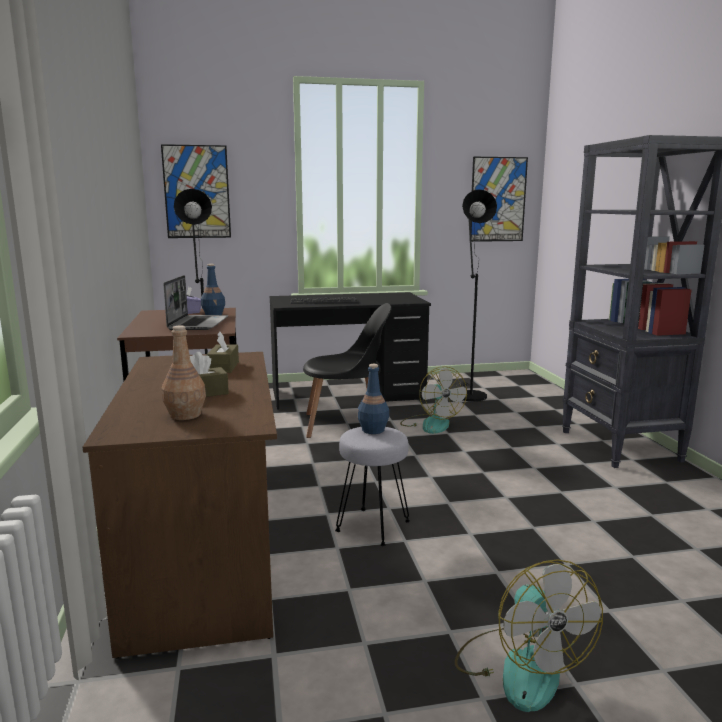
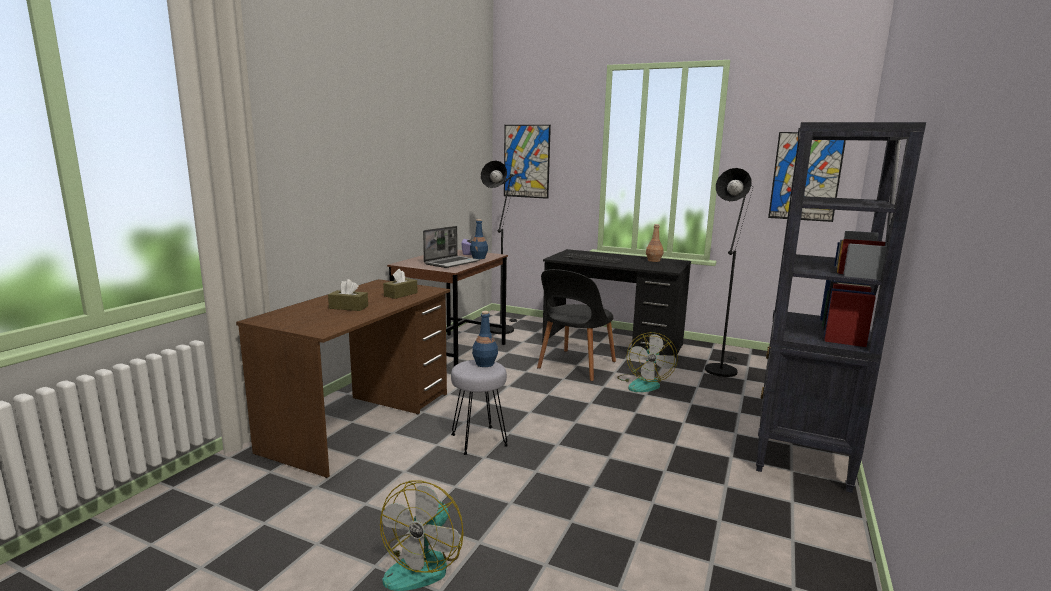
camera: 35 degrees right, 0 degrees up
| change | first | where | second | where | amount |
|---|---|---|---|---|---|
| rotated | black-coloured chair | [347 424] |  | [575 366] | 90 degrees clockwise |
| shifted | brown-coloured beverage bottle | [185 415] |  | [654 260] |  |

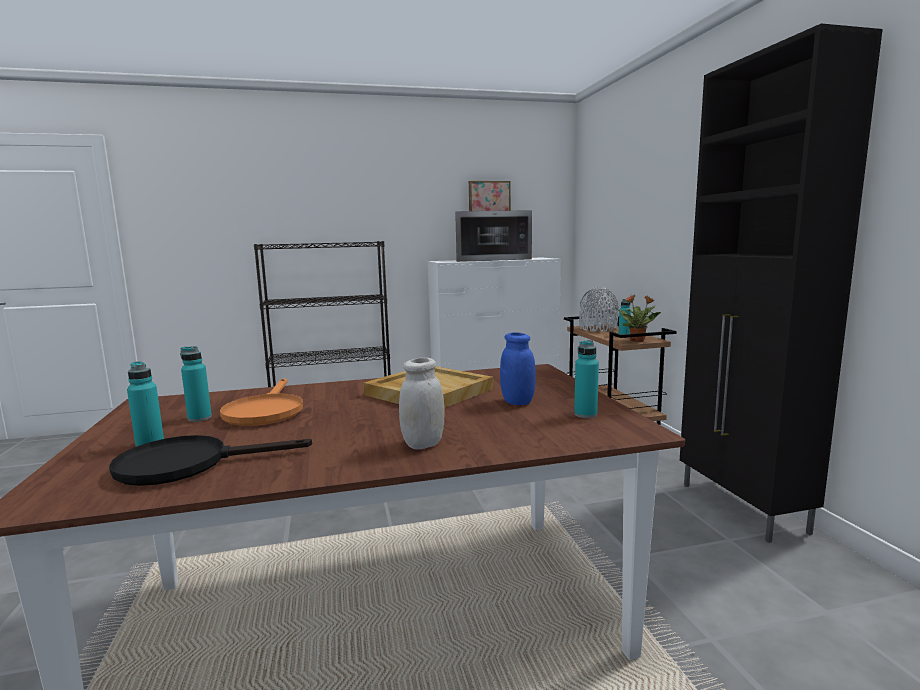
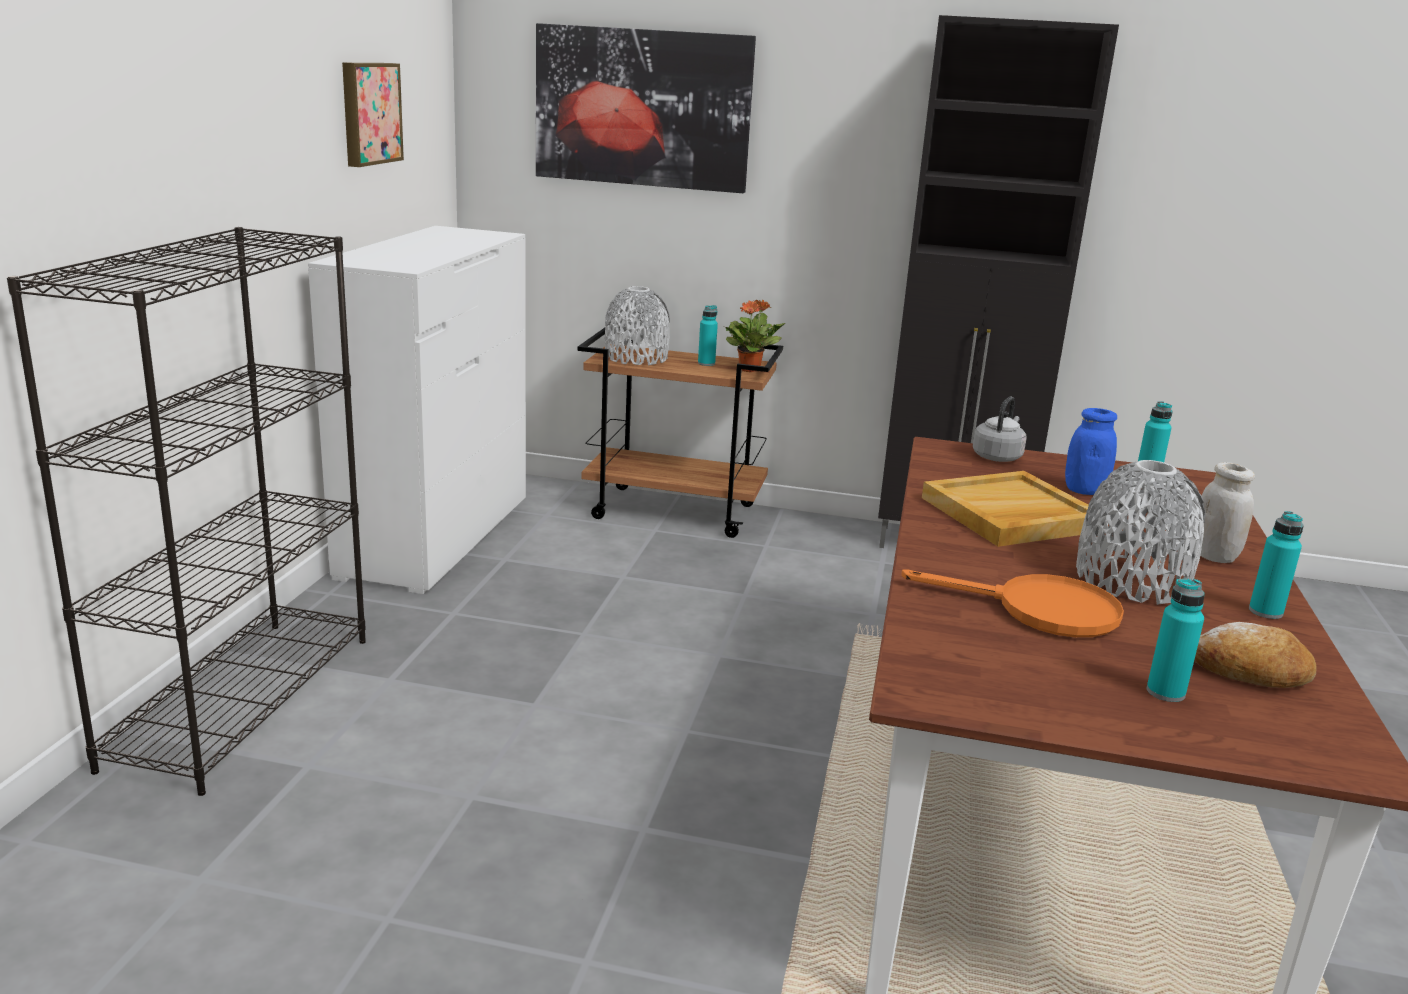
camera: 65 degrees left, 10 degrees up
| change | first | where | second | where | amount |
|---|---|---|---|---|---|
| gone | kitchen microwave | [490 259] |  |  |  |
| shifted | blue-green beverage bottle | [199 418] |  | [1265 612] |  |
| swapped | black-coloured skillet | [188 464] | baked bread | [1248 671] |  |
| new |  |  | picture | [642 108] |  |
| new |  |  | grey water kettle | [998 457] |  |
| new |  |  | grey flower vase | [1131 580] |  |

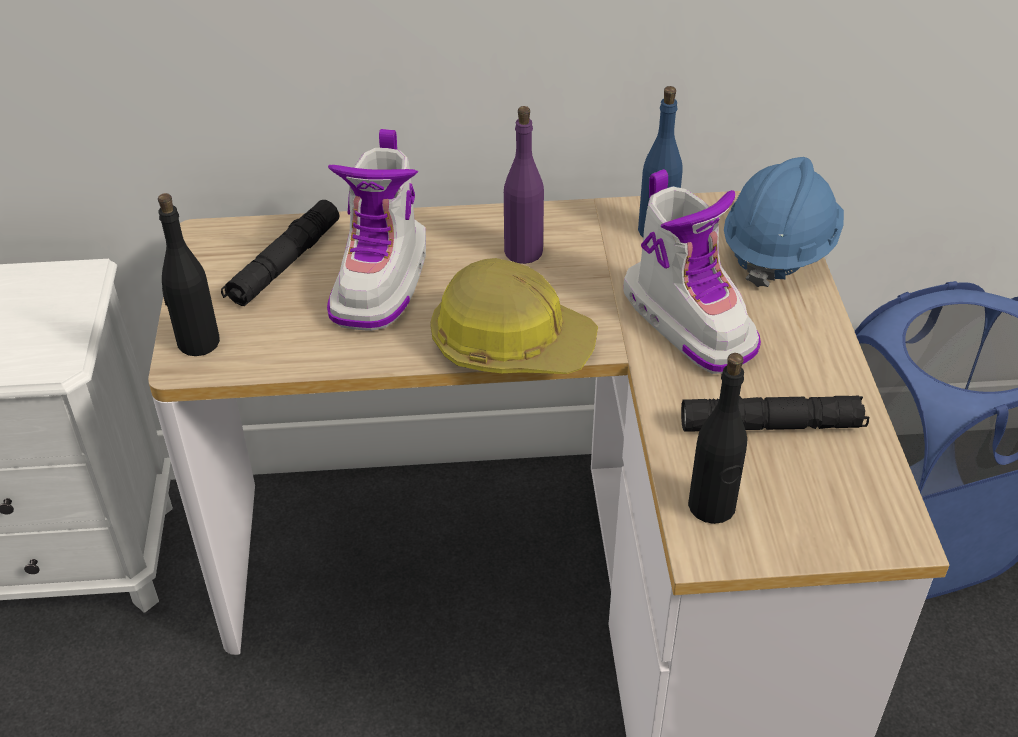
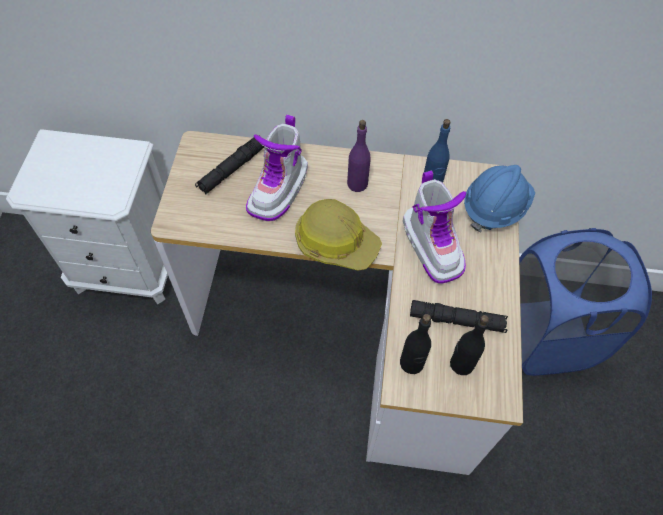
camera: 10 degrees right, 15 degrees up
| change | first | where | second | where | amount |
|---|---|---|---|---|---|
| shifted | black-coloured beverage bottle | [198 342] |  | [461 364] |  |

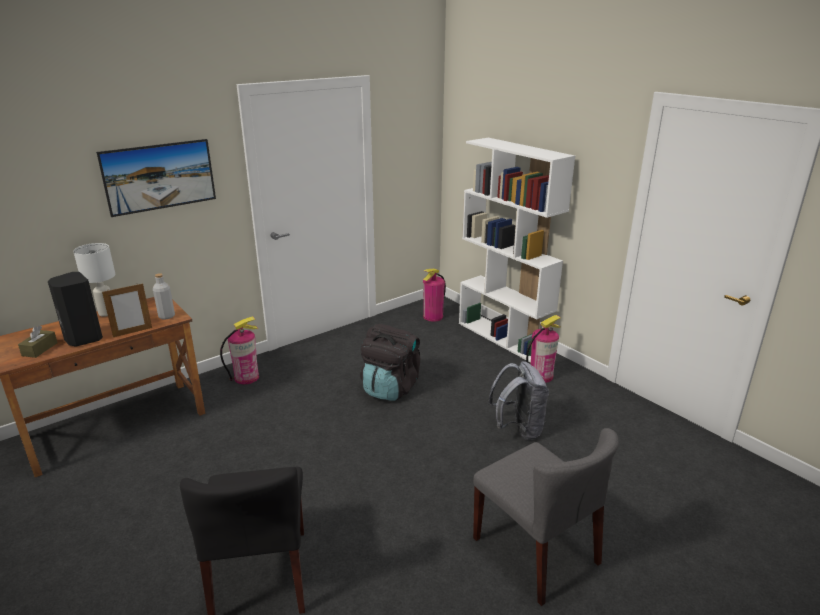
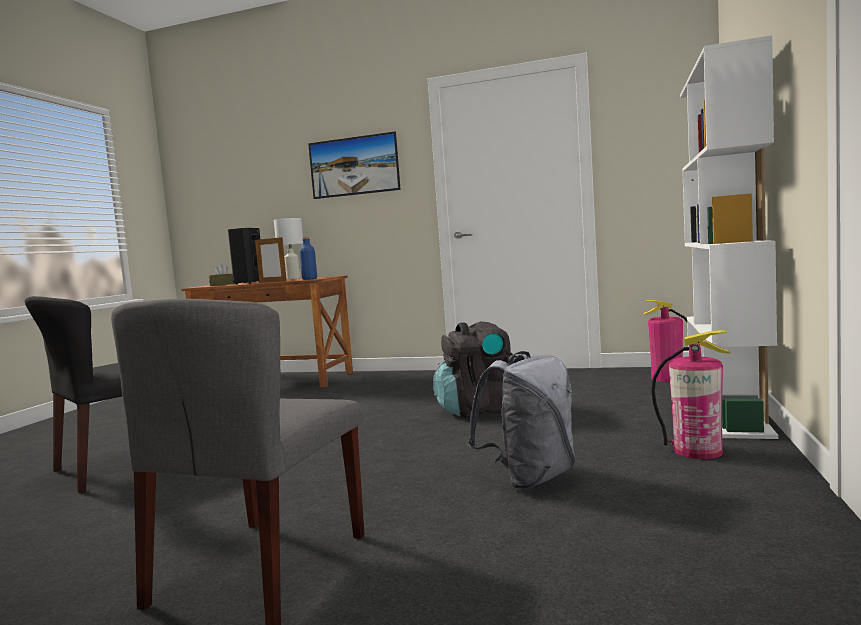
camera: 55 degrees right, 20 degrees down
| change | first | where | second | where | amount |
|---|---|---|---|---|---|
| repainted | grey beverage bottle | [166 316] | bluish beverage bottle | [309 279] |  |
| gone | extinguisher | [246 377] |  |  |  |

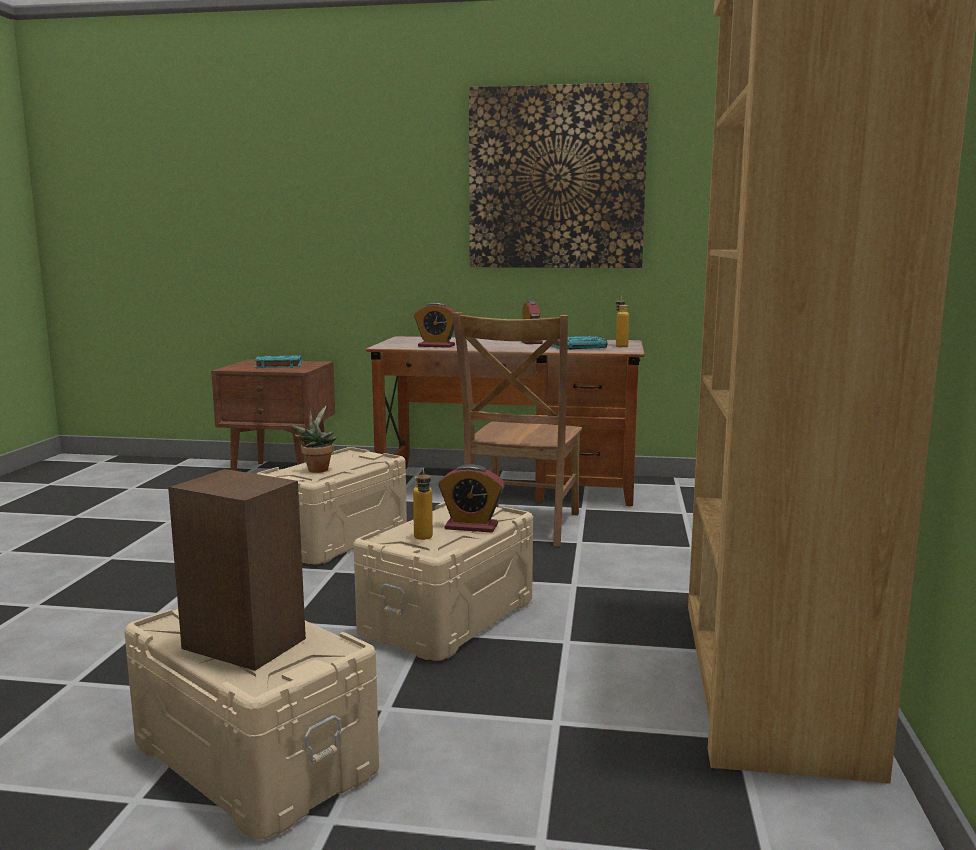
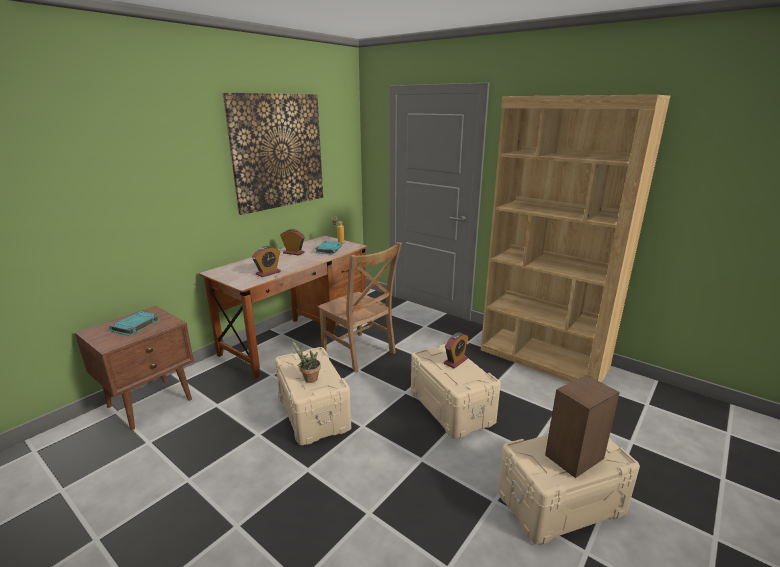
camera: 60 degrees left, 10 degrees up
| change | first | where | second | where | amount |
|---|---|---|---|---|---|
| gone | beverage bottle | [423 539] |  |  |  |

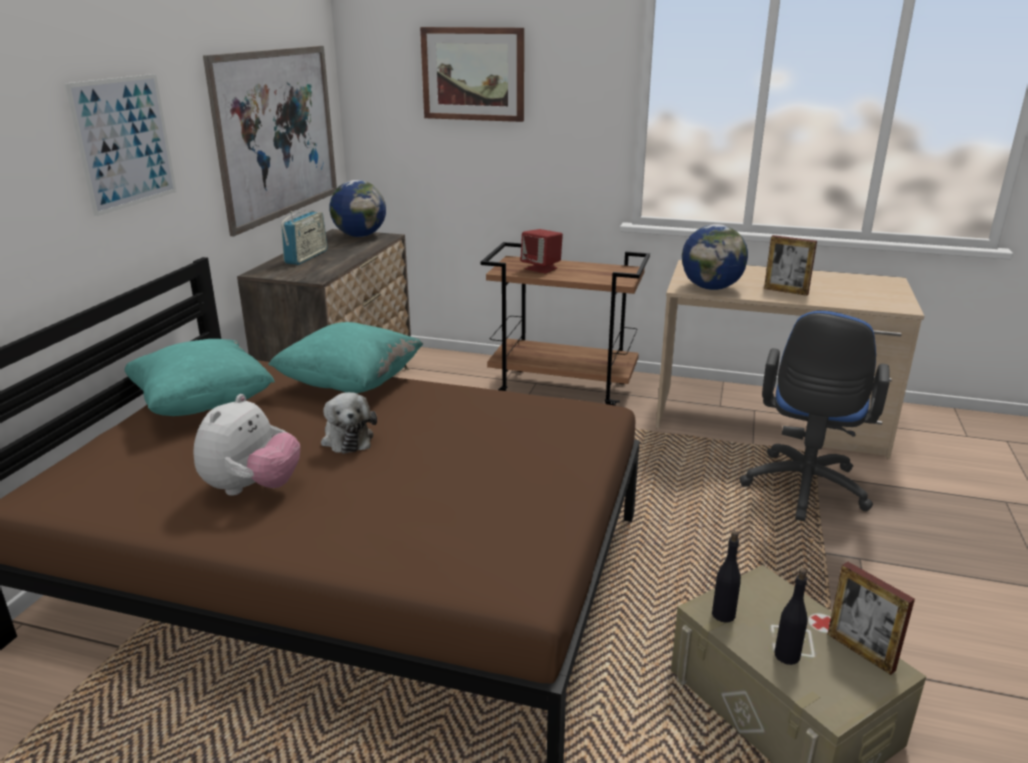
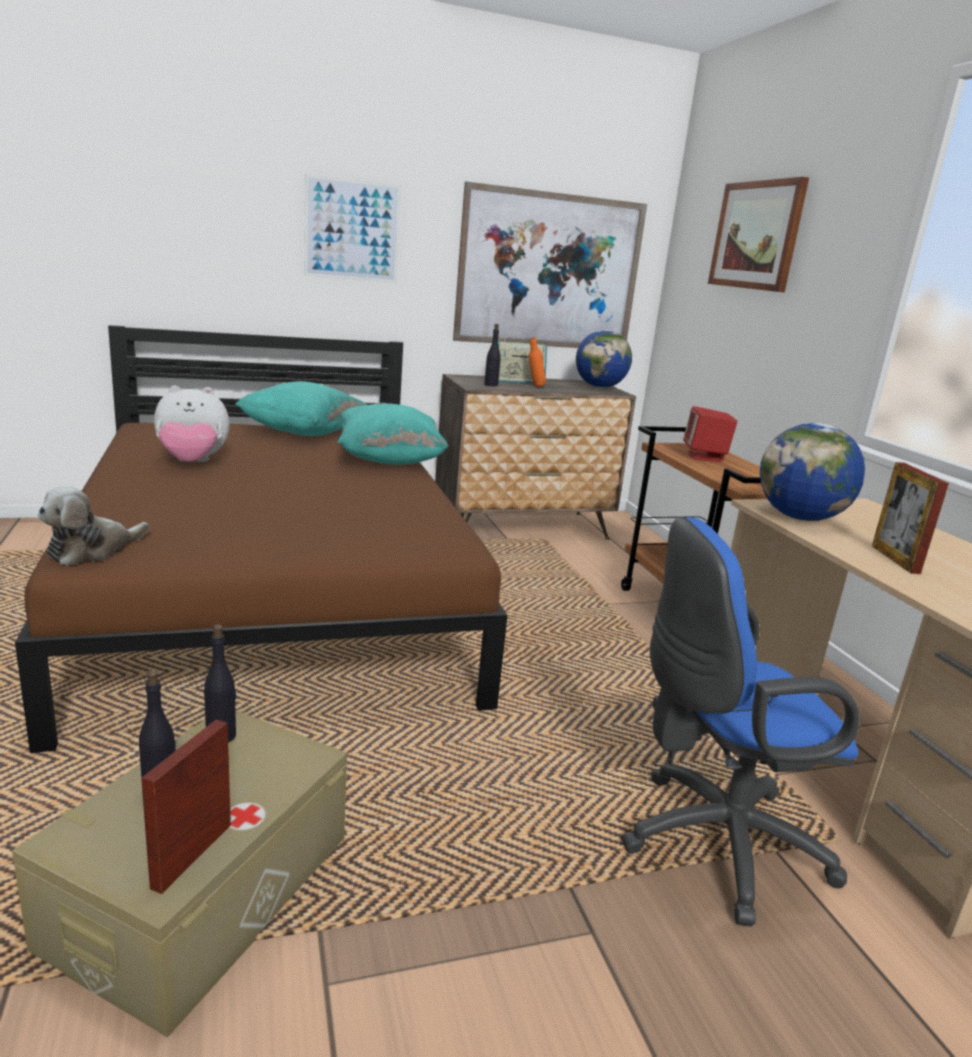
camera: 55 degrees right, 5 degrees down
| change | first | where | second | where | amount |
|---|---|---|---|---|---|
| shifted | plush toy | [347 438] |  | [92 550] |  |
| new |  |  | black-coloured beverage bottle | [491 385] |  |
| new |  |  | orange beverage bottle | [534 386] |  |

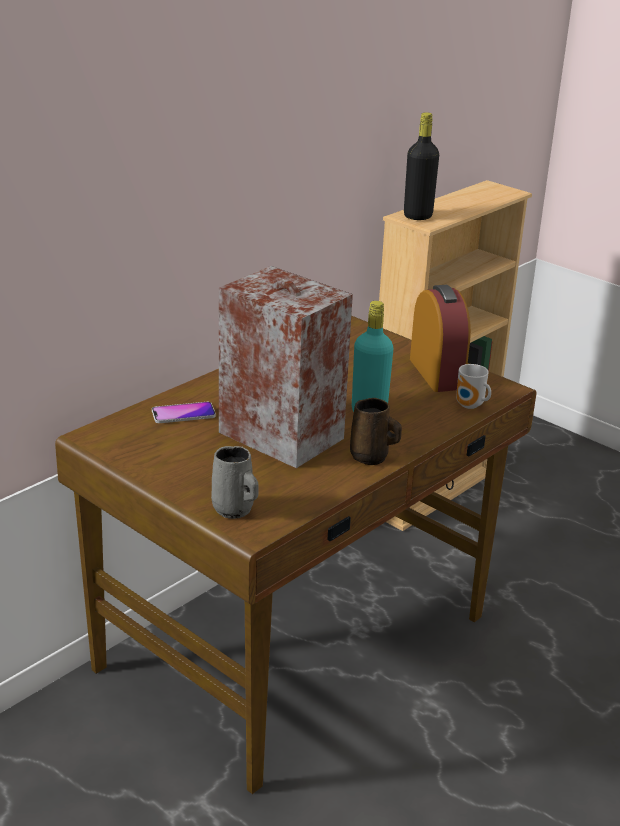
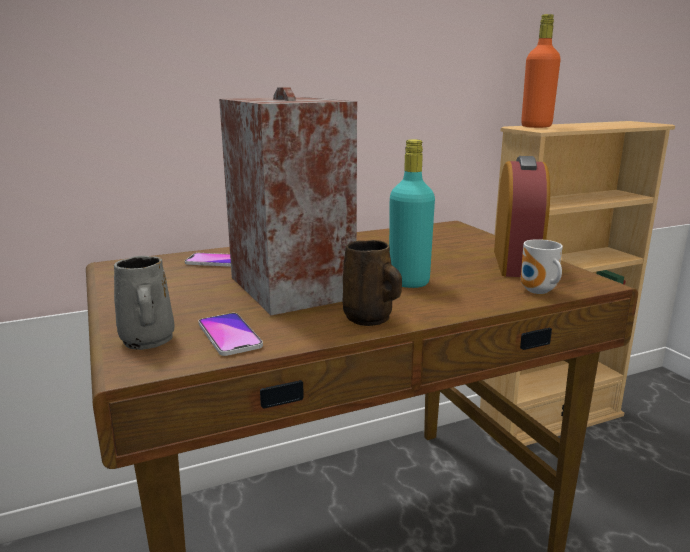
camera: 25 degrees right, 10 degrees down
| change | first | where | second | where | amount |
|---|---|---|---|---|---|
| repainted | black-coloured beverage bottle | [418 216] | orange beverage bottle | [536 126] |  |
| new |  |  | handset | [229 335] |  |

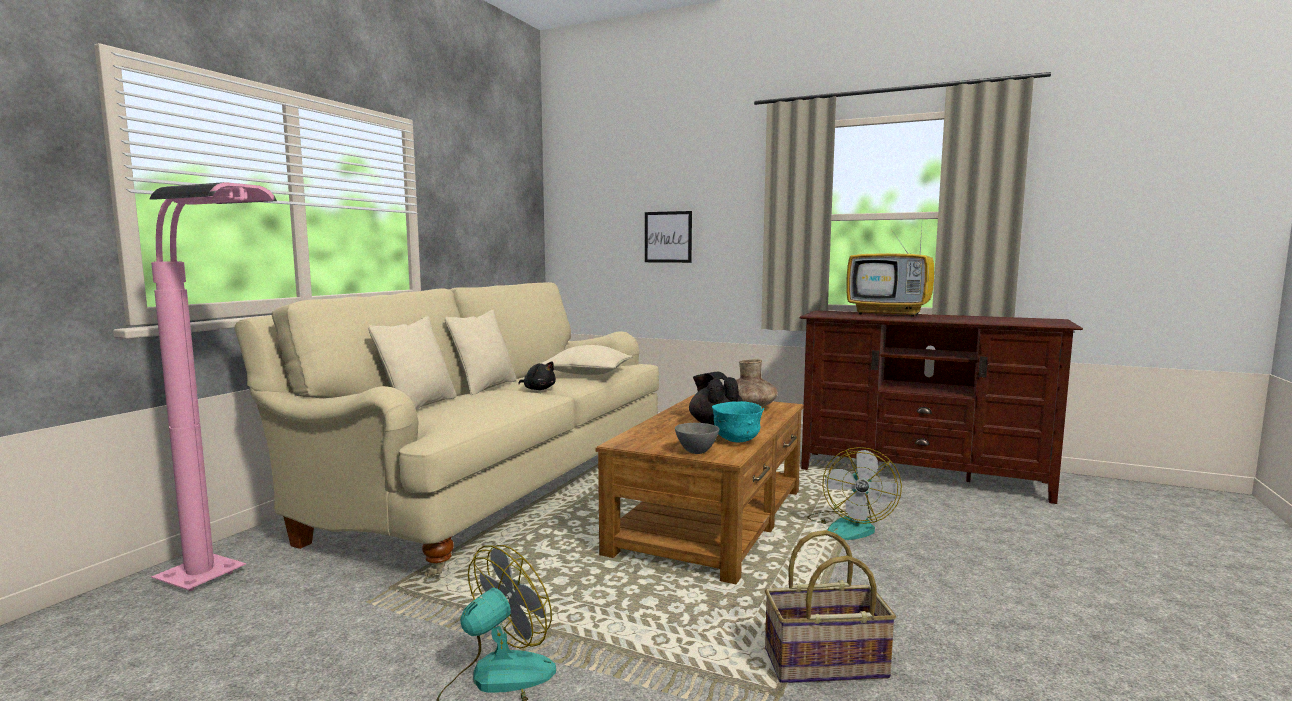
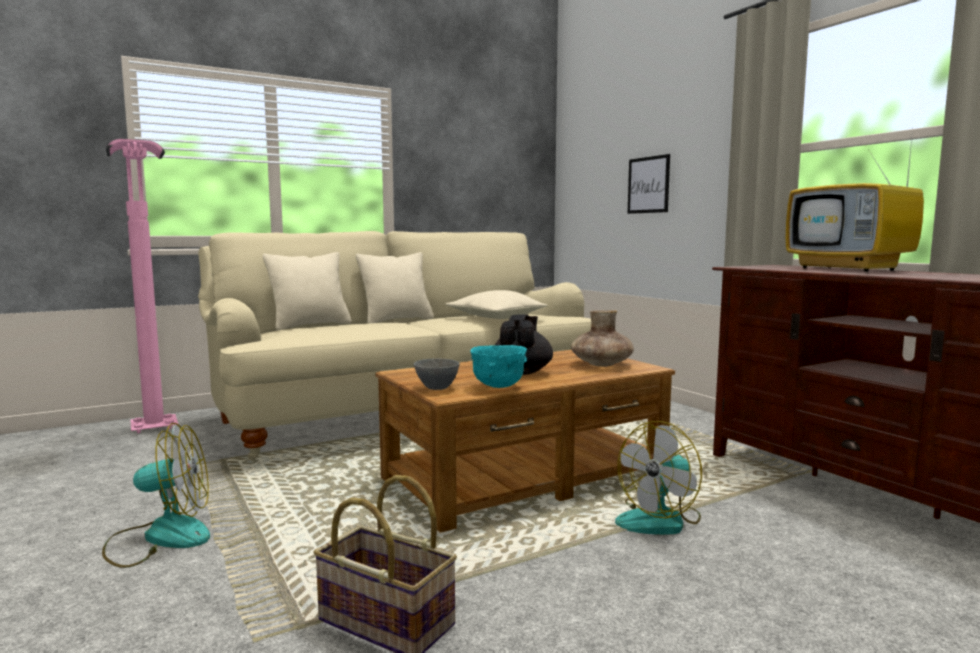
camera: 35 degrees right, 0 degrees up
| change | first | where | second | where | amount |
|---|---|---|---|---|---|
| gone | black-coloured plush toy | [538 389] |  |  |  |

